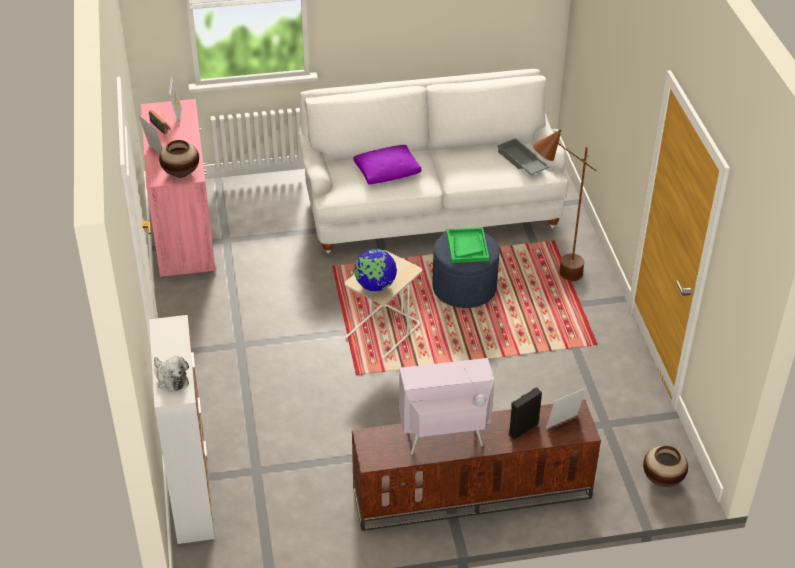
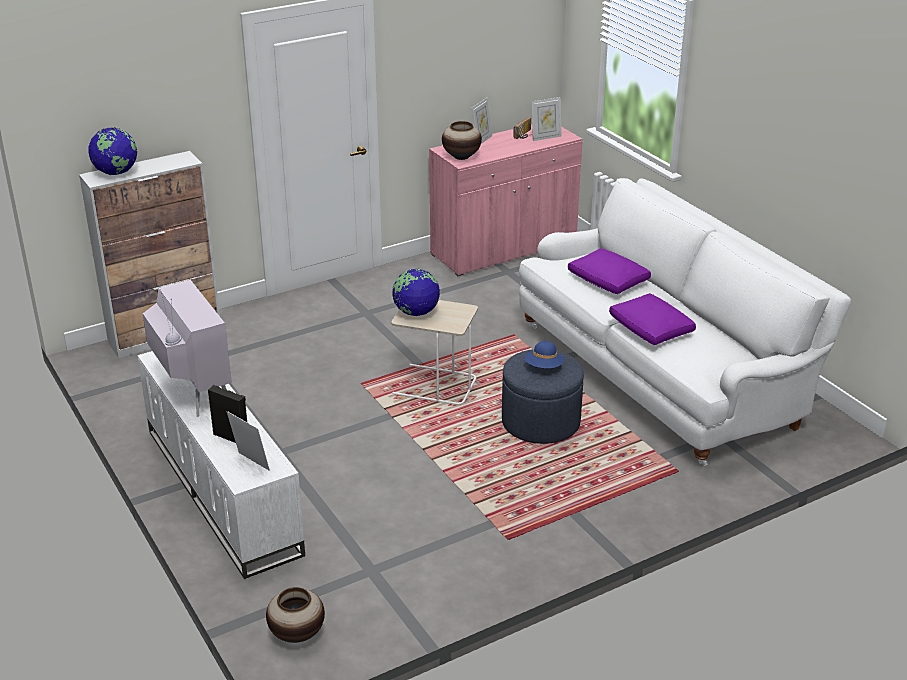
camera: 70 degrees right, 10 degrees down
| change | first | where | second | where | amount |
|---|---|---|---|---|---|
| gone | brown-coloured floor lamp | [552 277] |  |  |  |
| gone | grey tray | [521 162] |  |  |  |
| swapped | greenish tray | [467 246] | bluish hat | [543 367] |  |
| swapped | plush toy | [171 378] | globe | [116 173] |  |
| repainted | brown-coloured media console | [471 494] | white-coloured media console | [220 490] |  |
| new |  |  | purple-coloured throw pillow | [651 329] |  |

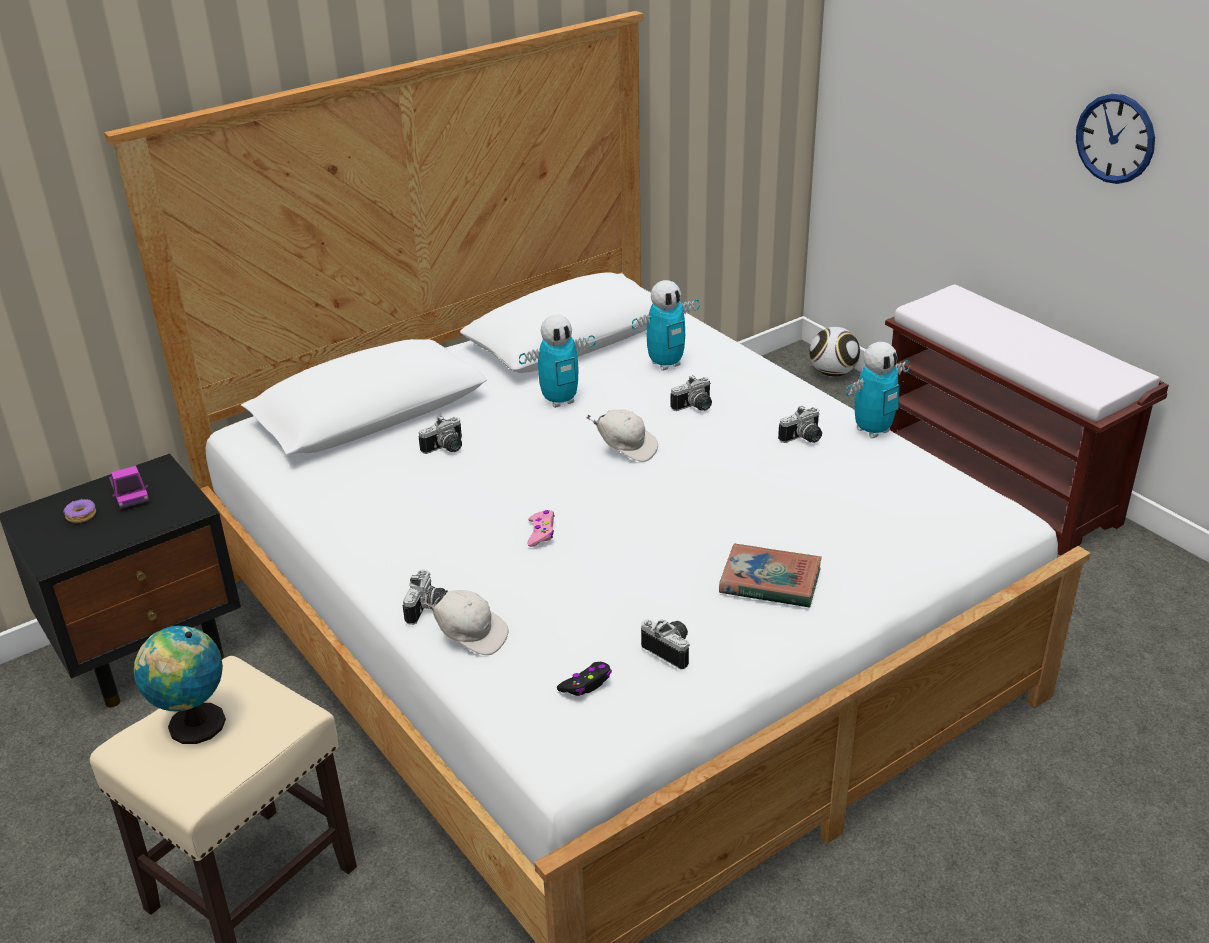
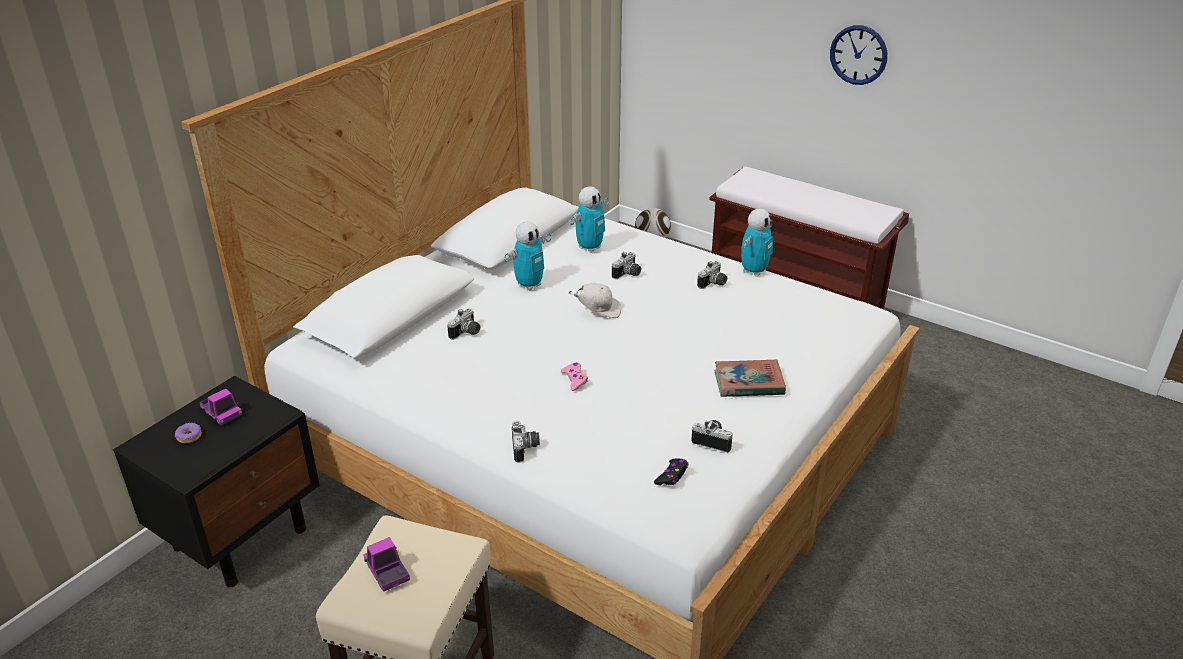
camera: 20 degrees left, 0 degrees up
| change | first | where | second | where | amount |
|---|---|---|---|---|---|
| gone | white-coloured baseball cap | [470 635] |  |  |  |
| swapped | globe | [192 725] | toy lorry | [387 572] |  |

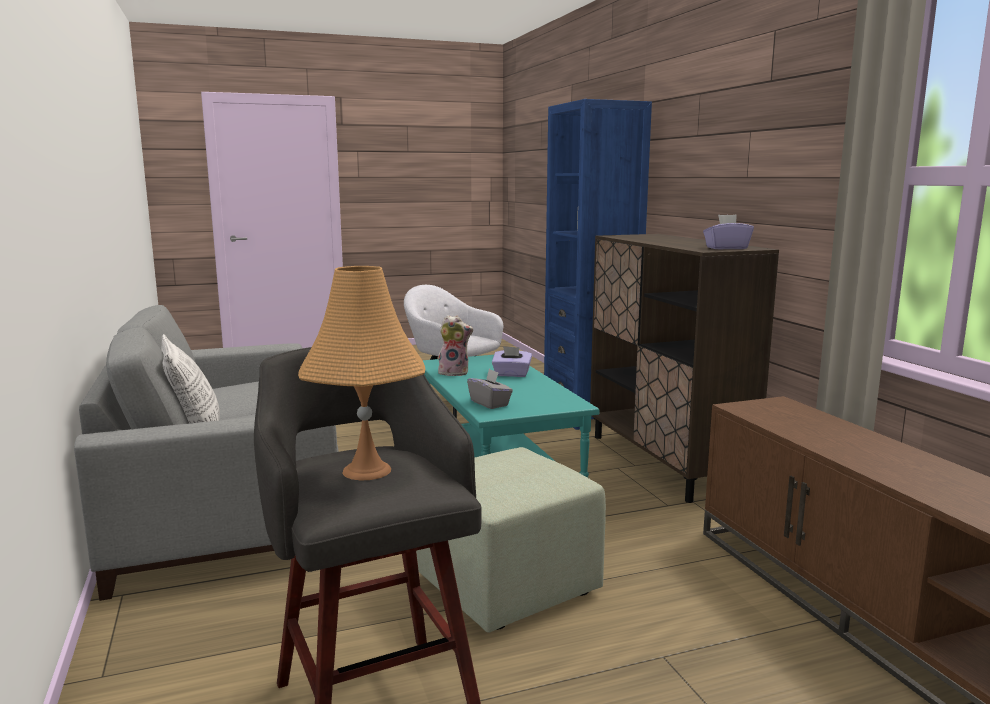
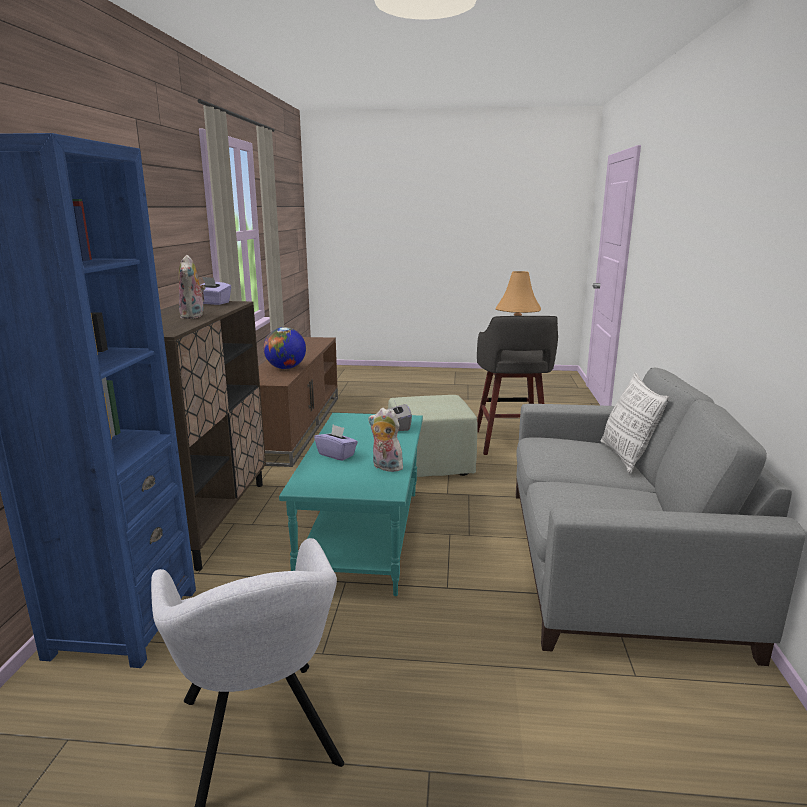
camera: 155 degrees left, 5 degrees up
| change | first | where | second | where | amount |
|---|---|---|---|---|---|
| new |  |  | plush toy | [194 316] |  |
| new |  |  | globe | [286 368] |  |

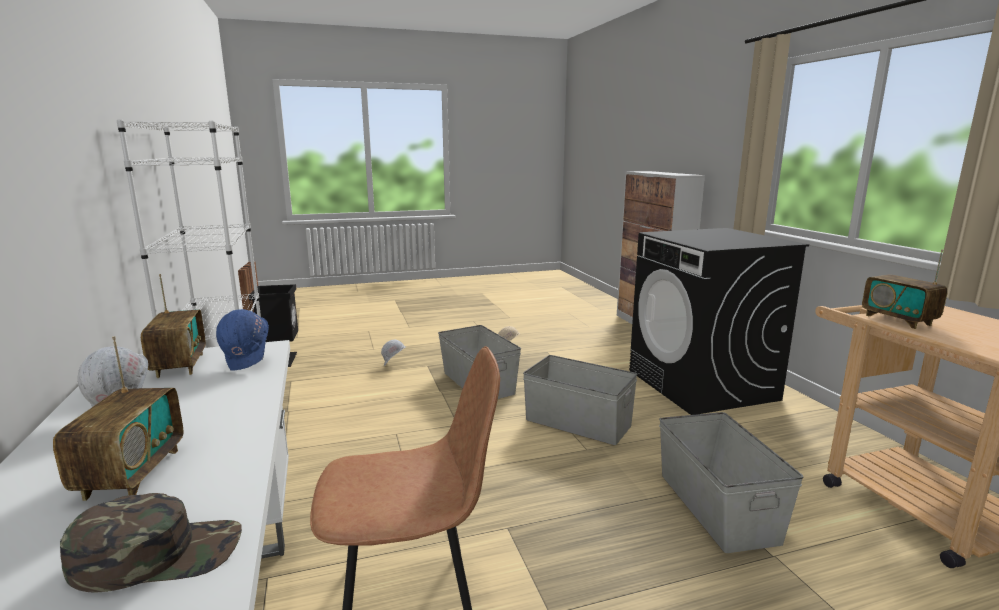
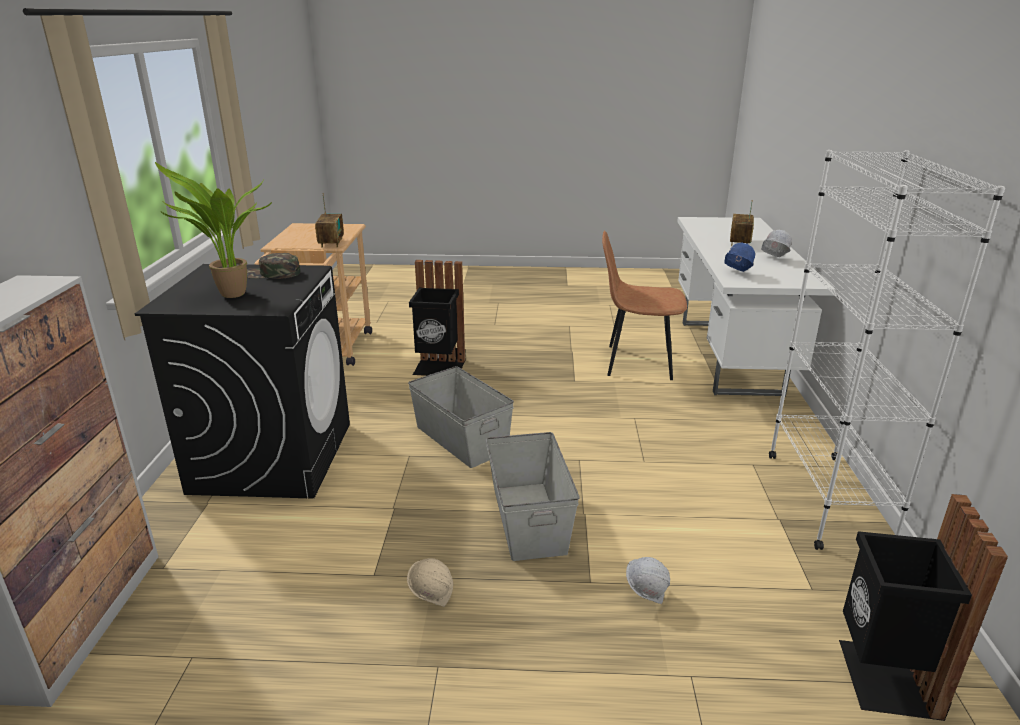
camera: 160 degrees left, 10 degrees up
| change | first | where | second | where | amount |
|---|---|---|---|---|---|
| gone | radio receiver | [179 365] |  |  |  |
| swapped | grey storage bin | [716 507] | black-coloured rubbish bin | [439 368] |  |
| shifted | greenish baseball cap | [158 553] |  | [272 274] |  |
| new |  |  | potted plant | [230 296] |  |

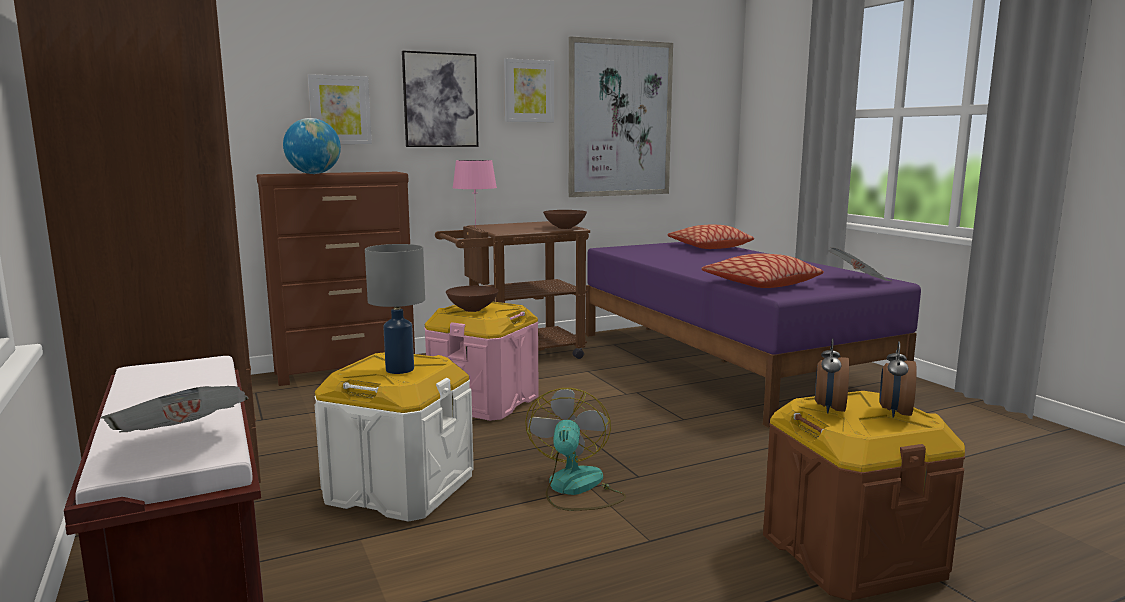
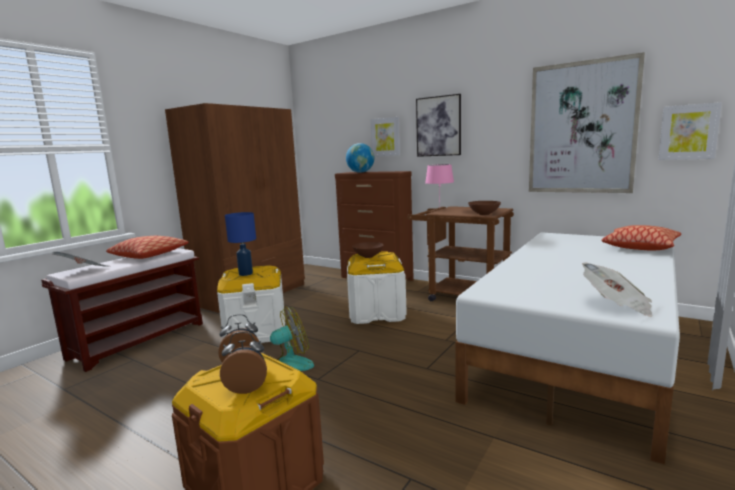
camera: 60 degrees right, 0 degrees up
| change | first | where | second | where | amount |
|---|---|---|---|---|---|
| shifted | picture | [528 91] |  | [688 132] |  |
| repainted | purple-coloured bedroom bed | [726 361] | white-coloured bedroom bed | [580 352] |  |
| repainted | grey table lamp | [399 370] | bluish table lamp | [245 274] |  |
| shifted | throw pillow | [760 284] |  | [149 255] |  |
| repainted | pink-coloured storage bin | [484 402] | white-coloured storage bin | [376 313] |  |

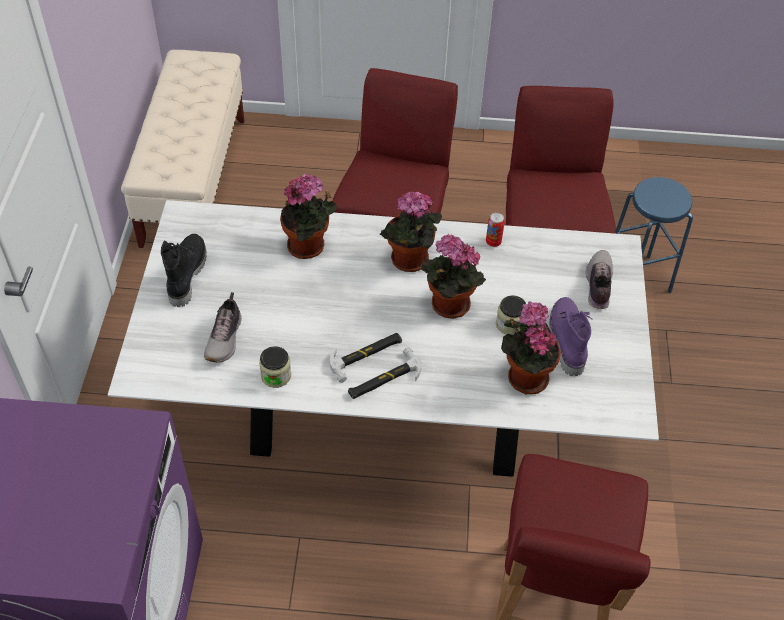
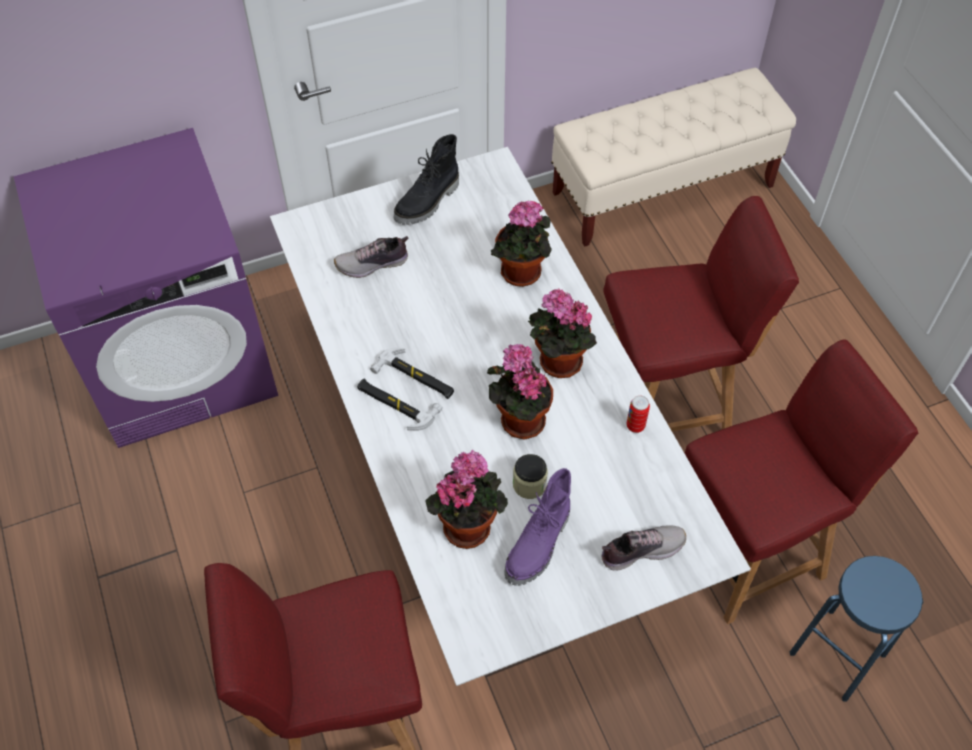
camera: 65 degrees right, 5 degrees up
| change | first | where | second | where | amount |
|---|---|---|---|---|---|
| rotated | black-coloured tall boot | [186 274] |  | [428 202] | 150 degrees clockwise |
| rotated | purple-coloured tall boot | [565 340] |  | [539 545] | 150 degrees clockwise |
| gone | jar | [276 376] |  |  |  |

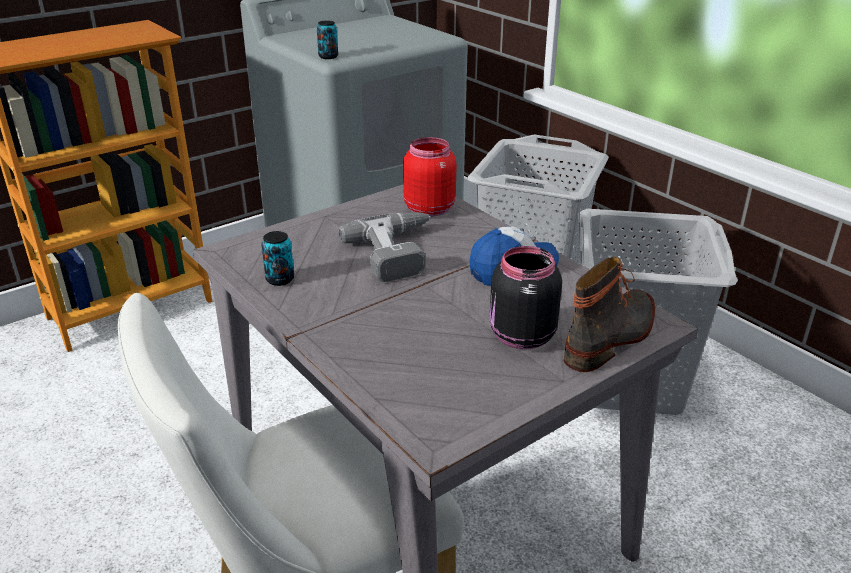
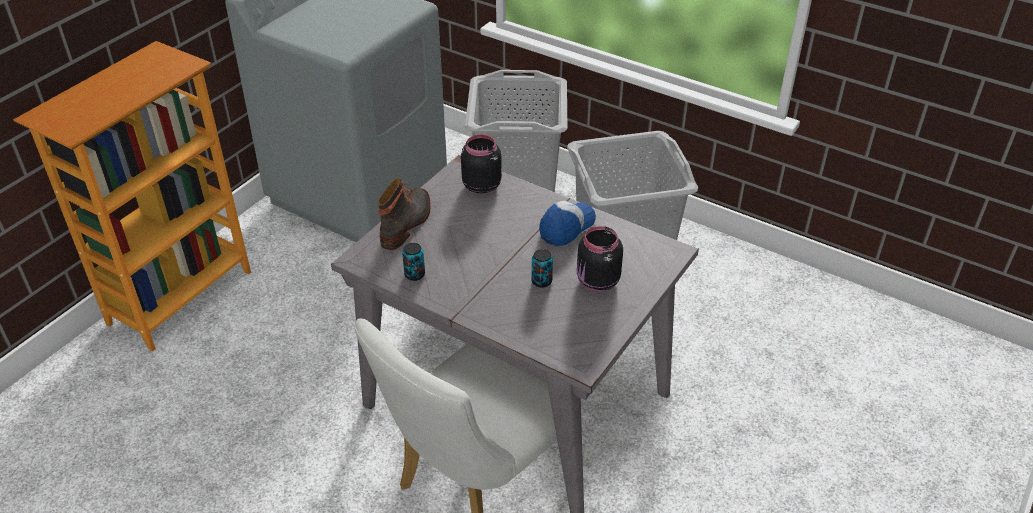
camera: 20 degrees left, 10 degrees up
| change | first | where | second | where | amount |
|---|---|---|---|---|---|
| shifted | sealed can | [328 56] |  | [541 281] |  |
| repainted | red jar | [429 208] | black-coloured jar | [481 185] |  |
| gone | power drill | [399 253] |  |  |  |
| shifted | tall boot | [611 338] |  | [407 223] |  |

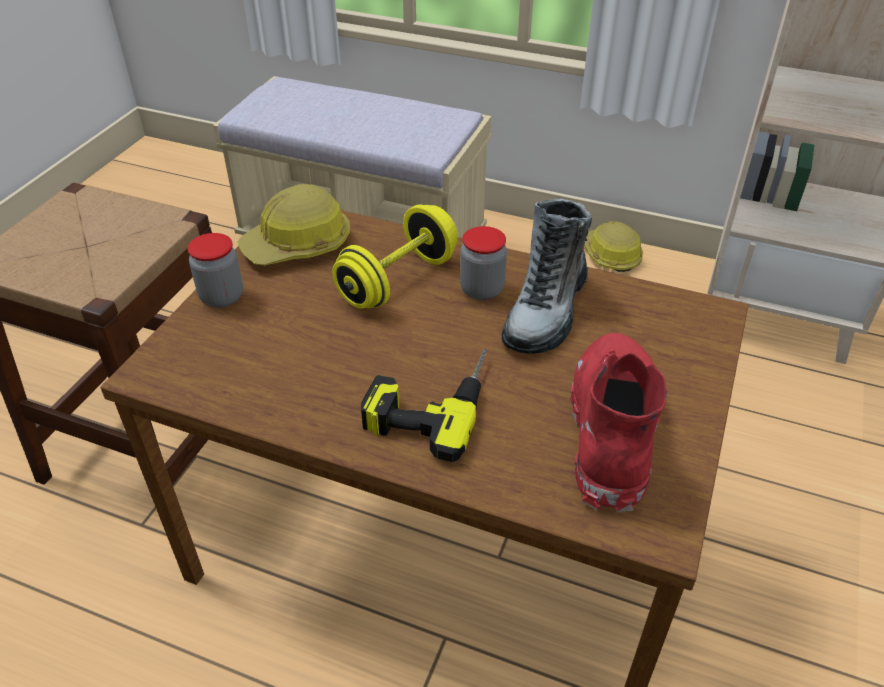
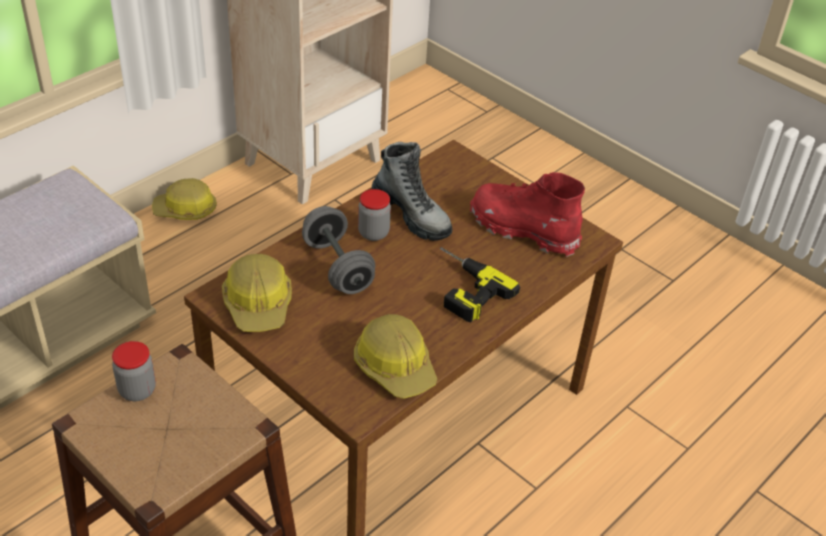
camera: 70 degrees left, 0 degrees up
| change | first | where | second | where | amount |
|---|---|---|---|---|---|
| repainted | yellowish dumbbell | [398 281] | grey dumbbell | [338 267] |  |
| shifted | jar | [222 297] |  | [137 390] |  |
| new |  |  | hard hat | [395 366] |  |

